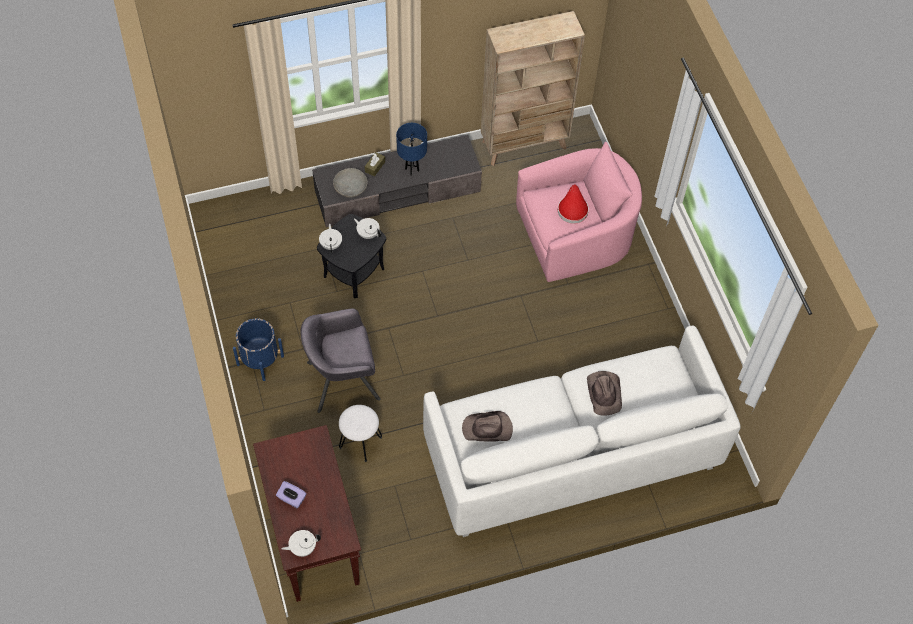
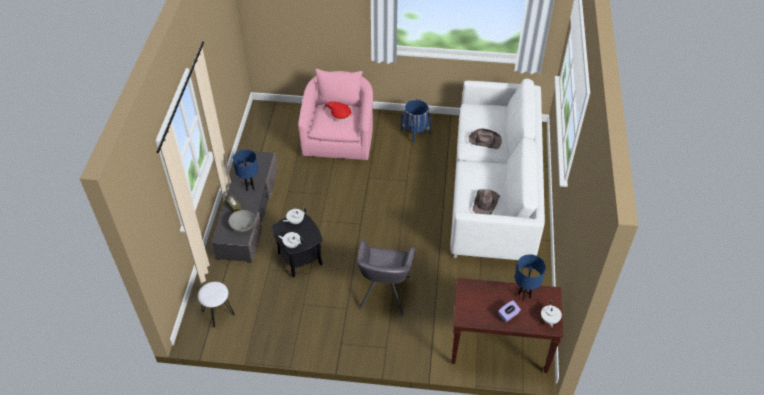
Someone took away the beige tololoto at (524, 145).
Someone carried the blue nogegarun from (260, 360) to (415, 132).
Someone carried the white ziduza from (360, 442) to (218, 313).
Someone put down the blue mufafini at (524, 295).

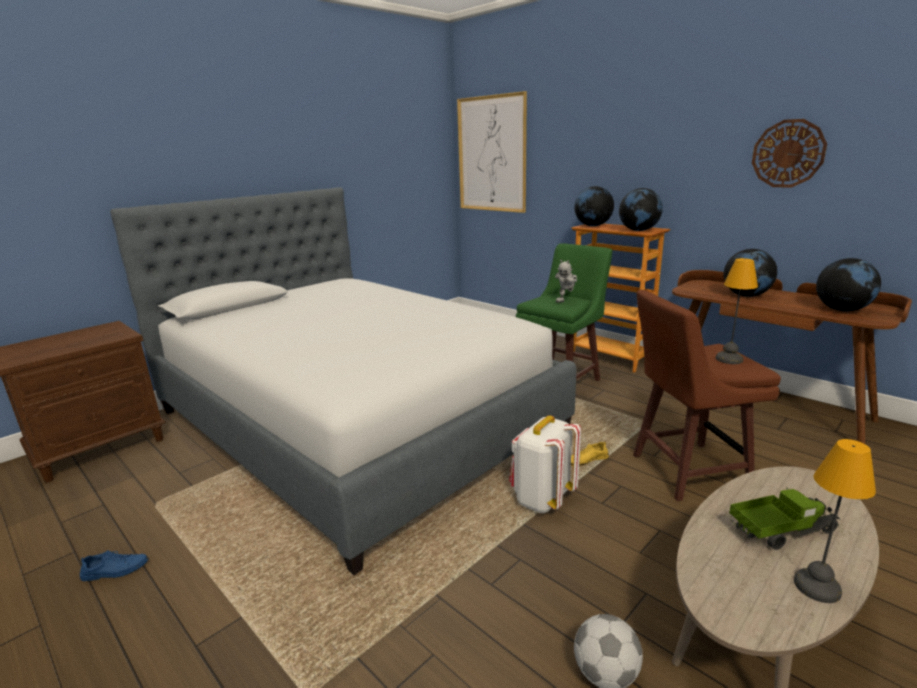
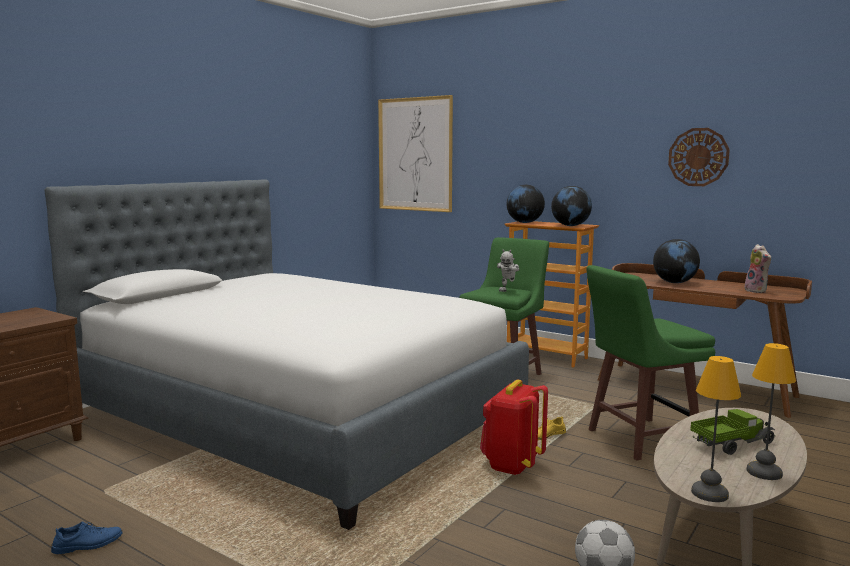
Someone carried the mufafini from (729, 359) to (709, 492).
Someone swapped the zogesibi at (842, 310) for the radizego at (757, 291).
Someone repainted the brown ziduza at (686, 470), which became the green ziduza at (639, 439).
Someone repainted the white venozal at (542, 499), which became the red venozal at (512, 466).

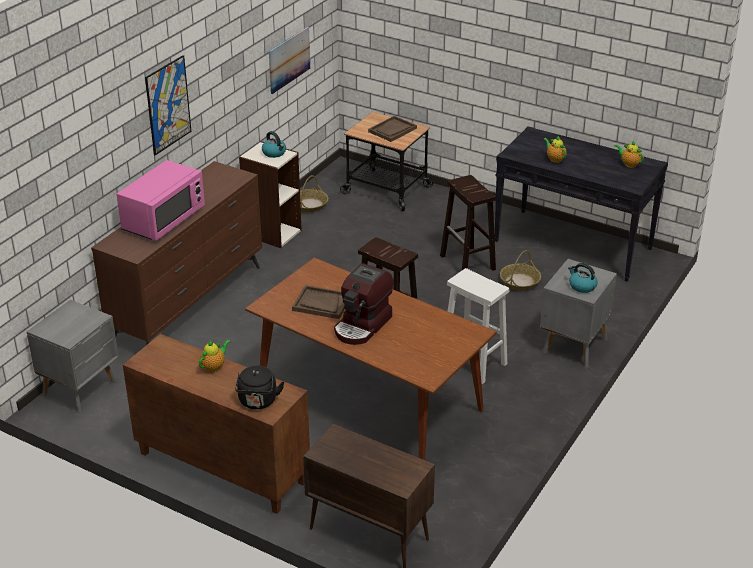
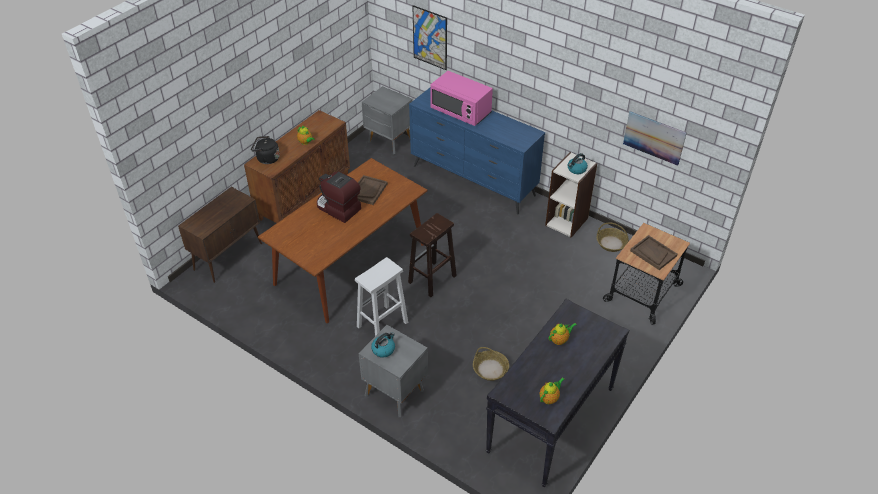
Someone carried the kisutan from (168, 105) to (430, 38).
Someone repainted the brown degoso at (189, 304), which became the blue degoso at (473, 181).
Someone took away the brown ziduza at (468, 263).

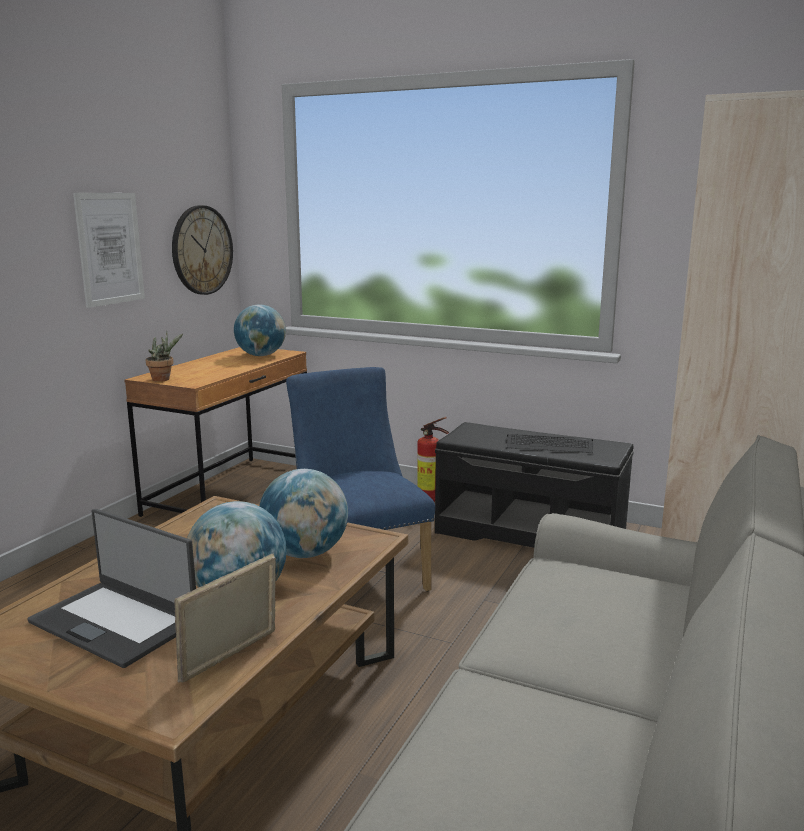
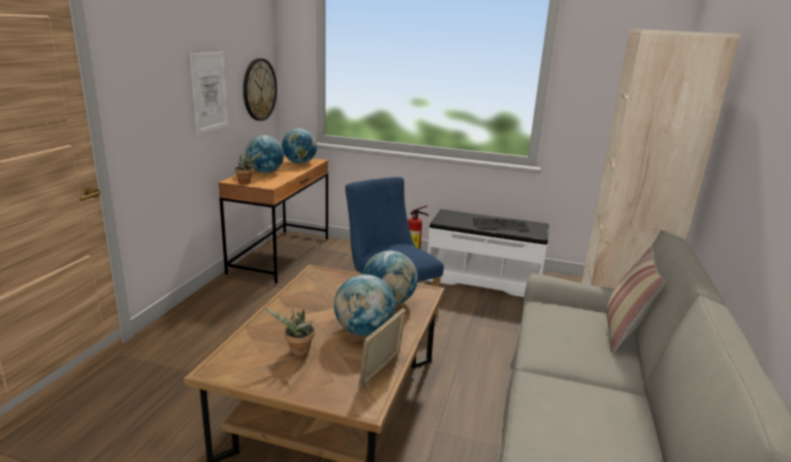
Someone repainted the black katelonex at (530, 533), which became the white katelonex at (483, 279).
Someone swapped the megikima at (115, 622) for the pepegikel at (297, 352).
Someone put down the zogesibi at (265, 172).
Someone put down the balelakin at (623, 333).

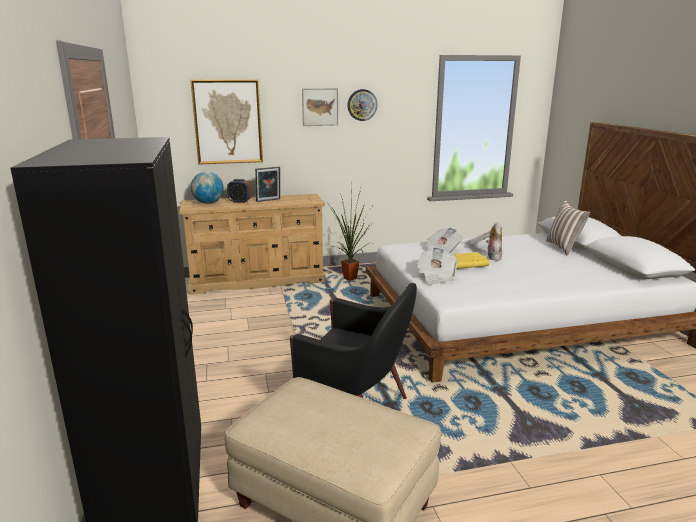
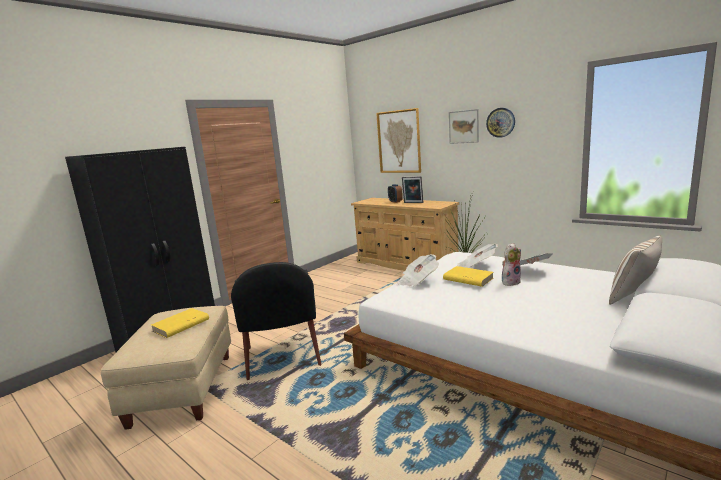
Someone took away the zogesibi at (208, 203).
Someone put down the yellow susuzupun at (180, 325).

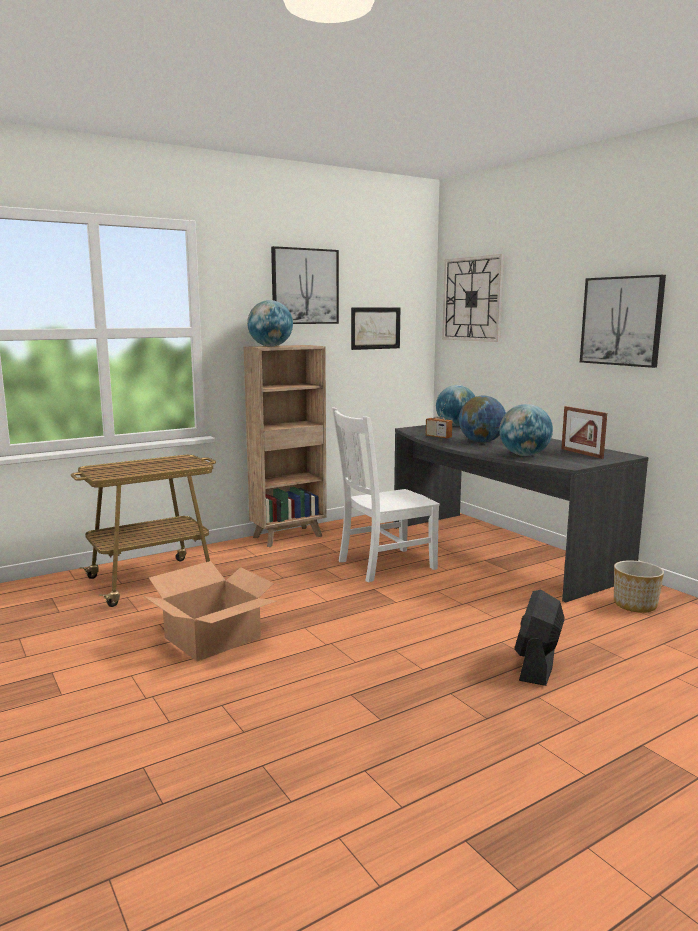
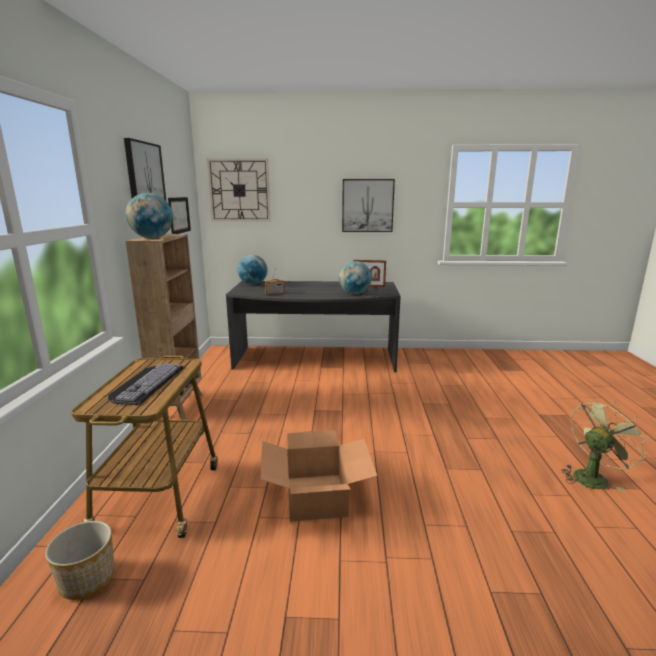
Someone took away the zogesibi at (481, 442).
Someone took away the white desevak at (383, 565).
Someone carried the nogegarun from (635, 605) to (88, 579).
Someone took away the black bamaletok at (537, 666).
Someone put down the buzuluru at (145, 383).
Someone put down the green bamaletok at (593, 476).

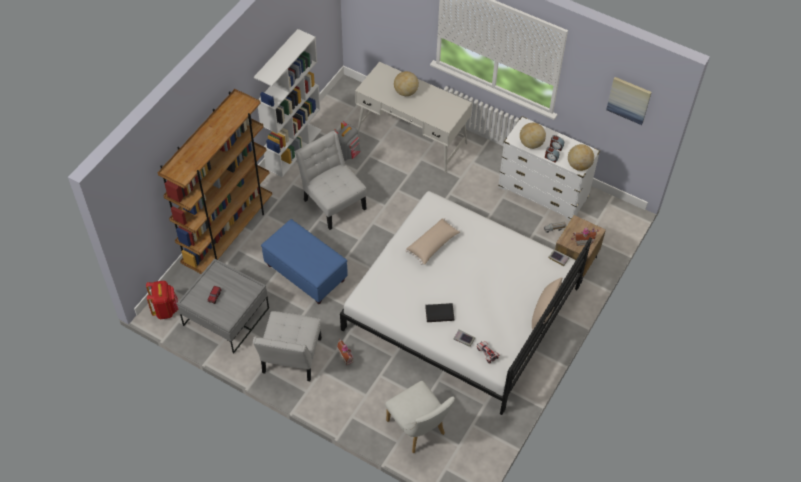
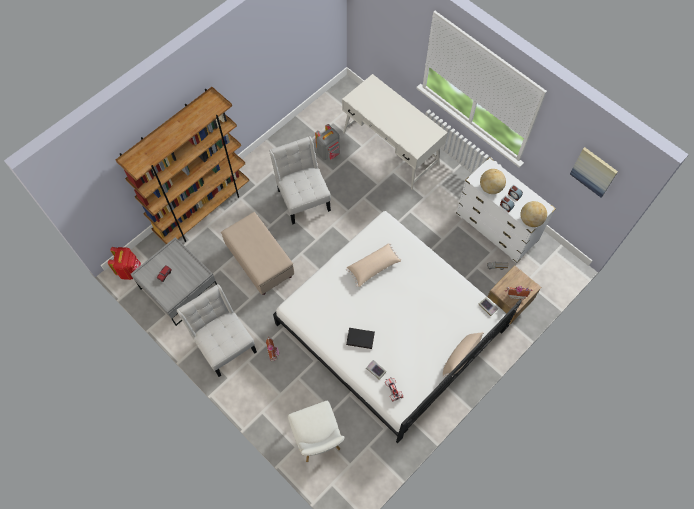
Someone took away the white tololoto at (293, 149).
Someone took away the zogesibi at (405, 92).
Someone repainted the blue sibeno at (306, 273), which became the beige sibeno at (260, 262).
Someone rotated the white desevak at (290, 359) by 120 degrees clockwise.

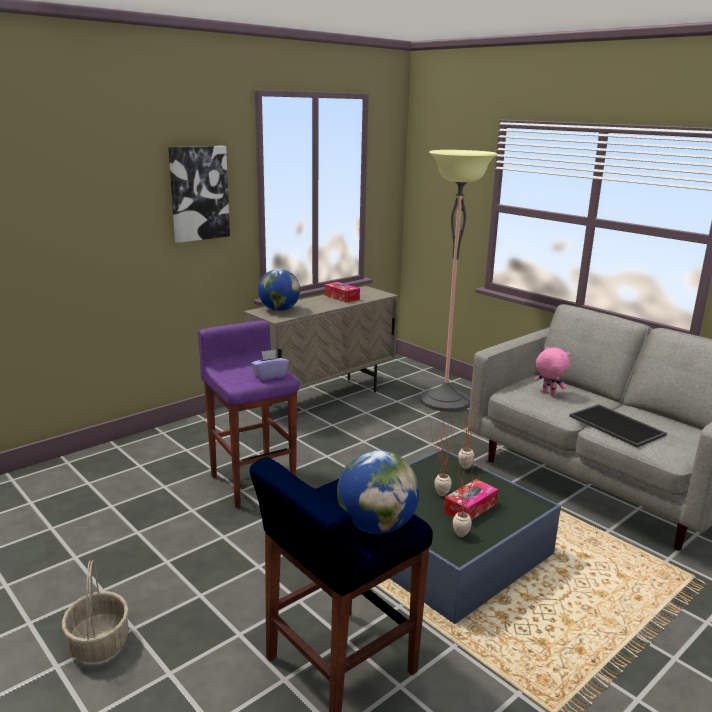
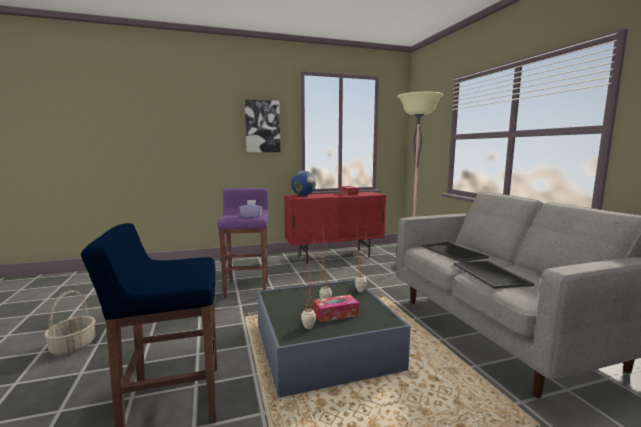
Someone repainted the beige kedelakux at (324, 398), which became the red kedelakux at (334, 256).
Someone swapped the pink radizego at (548, 393) for the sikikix at (451, 252).
Someone took away the zogesibi at (376, 526).

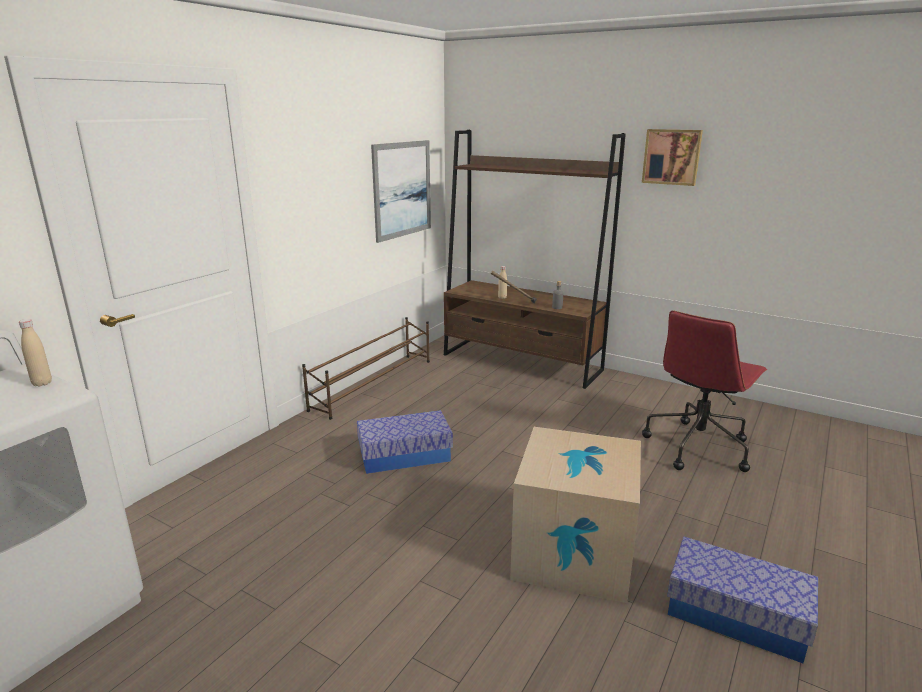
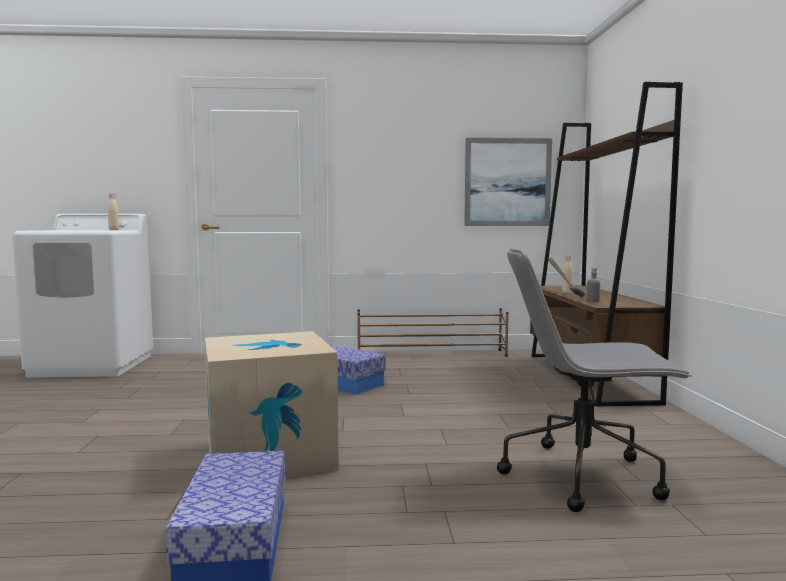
Someone took away the kisutan at (672, 157).
Someone repainted the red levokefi at (697, 446), which became the grey levokefi at (584, 475).

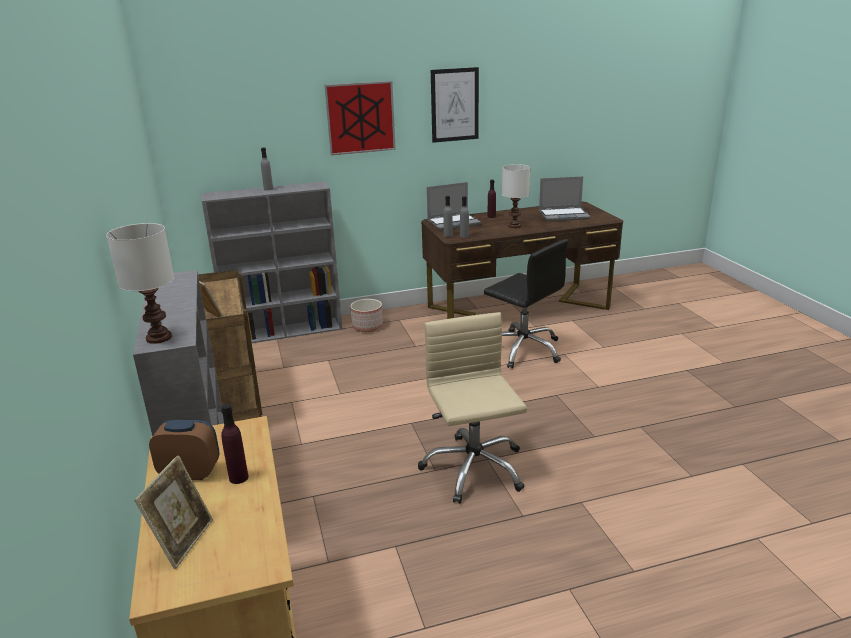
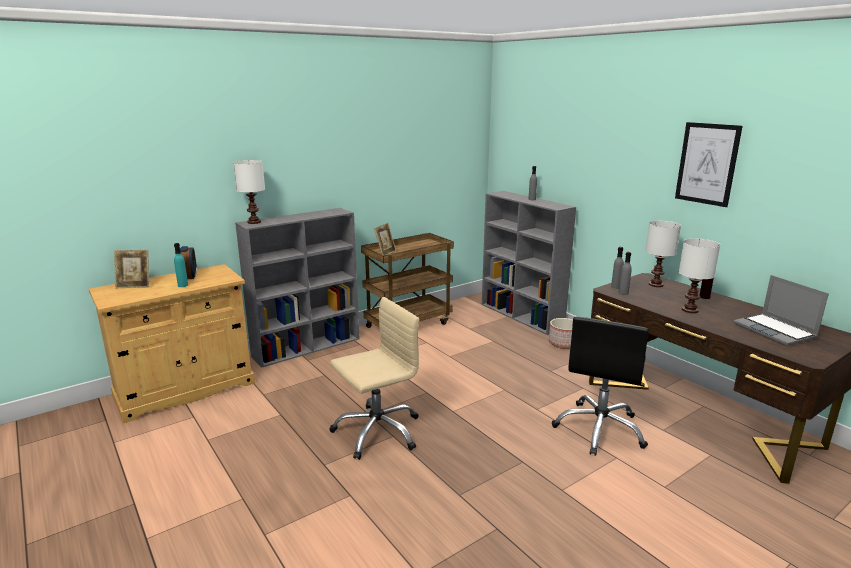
Someone took away the kisutan at (360, 118).
Someone swapped the megikima at (454, 223) for the white mufafini at (656, 284).
Someone repainted the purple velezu at (238, 477), which became the turquoise velezu at (183, 285).

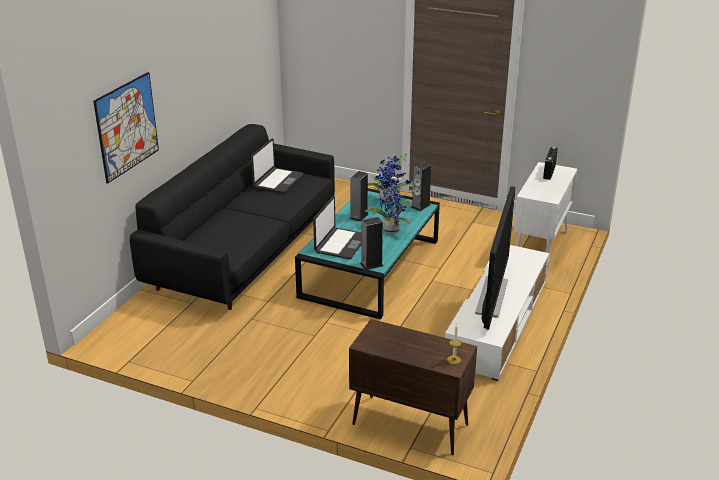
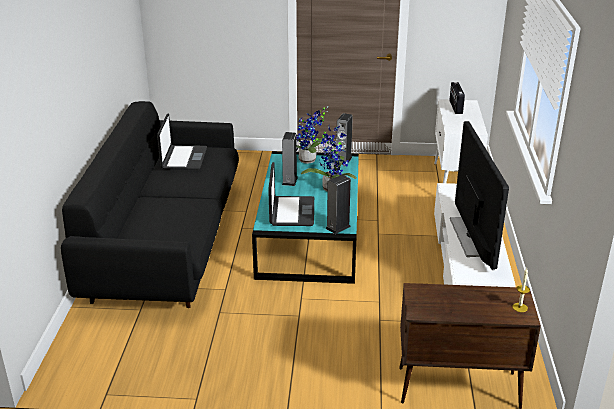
Someone took away the kisutan at (127, 126).

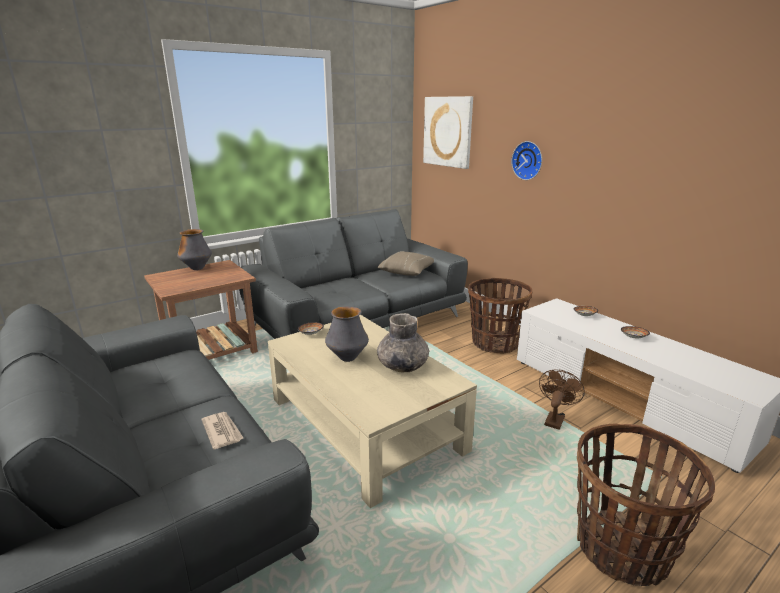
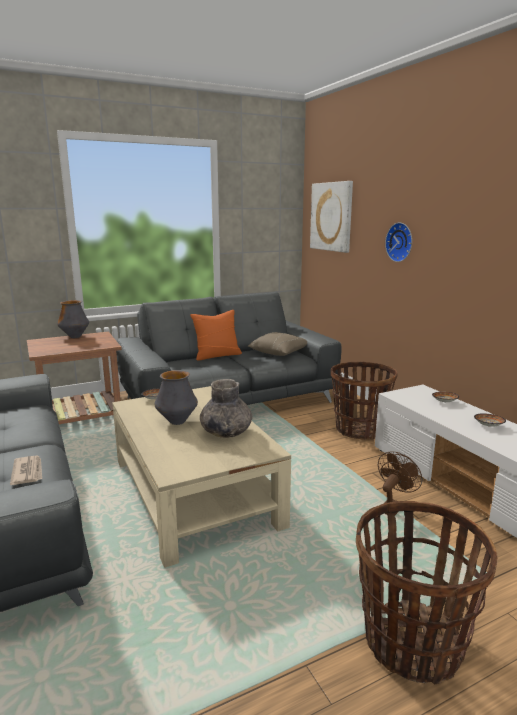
Someone put down the orange balelakin at (217, 355).

